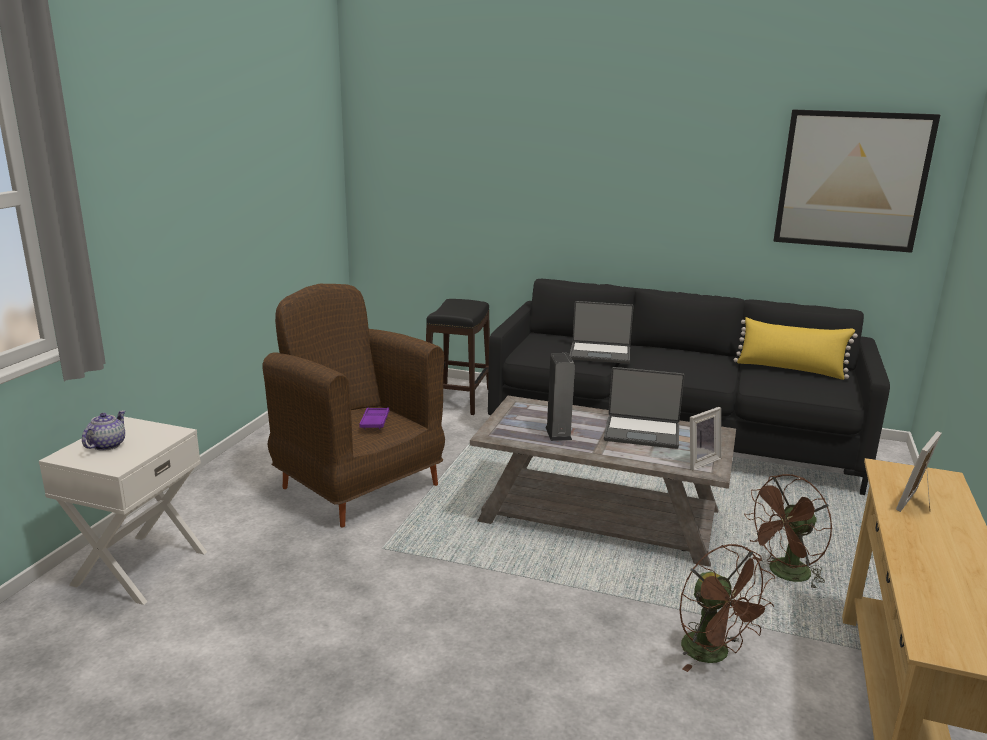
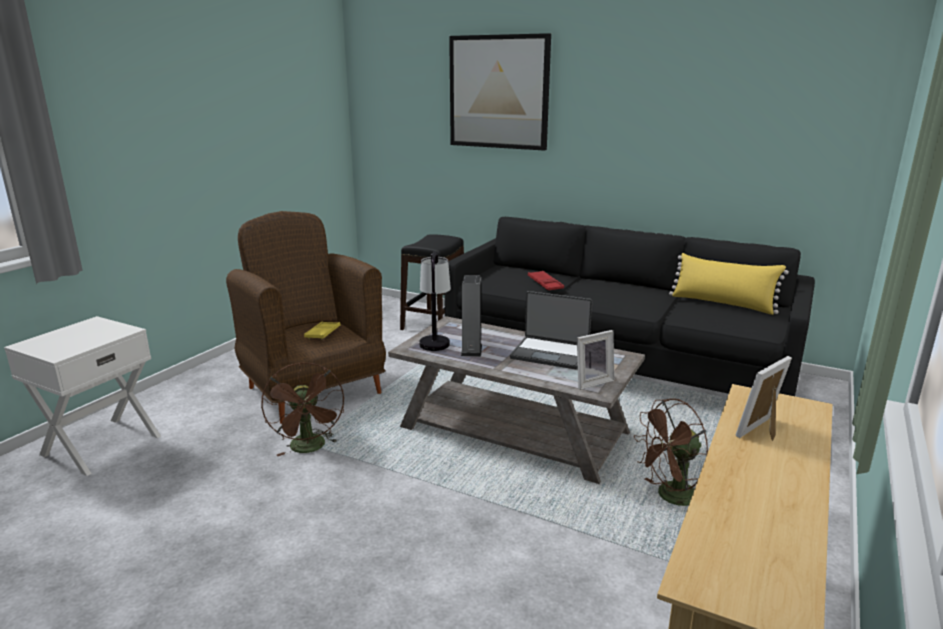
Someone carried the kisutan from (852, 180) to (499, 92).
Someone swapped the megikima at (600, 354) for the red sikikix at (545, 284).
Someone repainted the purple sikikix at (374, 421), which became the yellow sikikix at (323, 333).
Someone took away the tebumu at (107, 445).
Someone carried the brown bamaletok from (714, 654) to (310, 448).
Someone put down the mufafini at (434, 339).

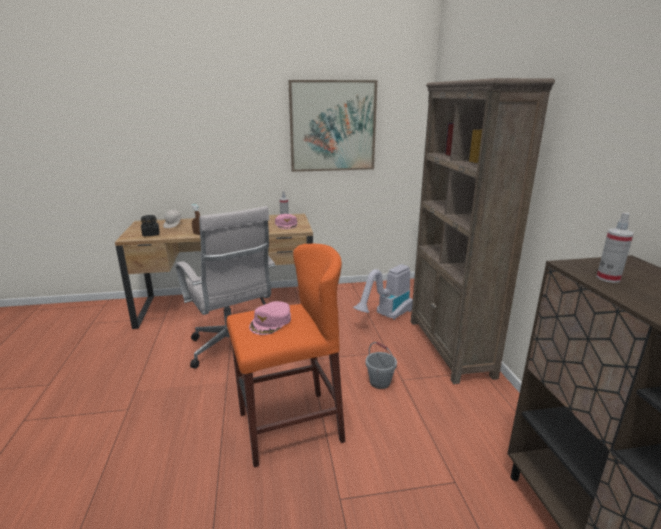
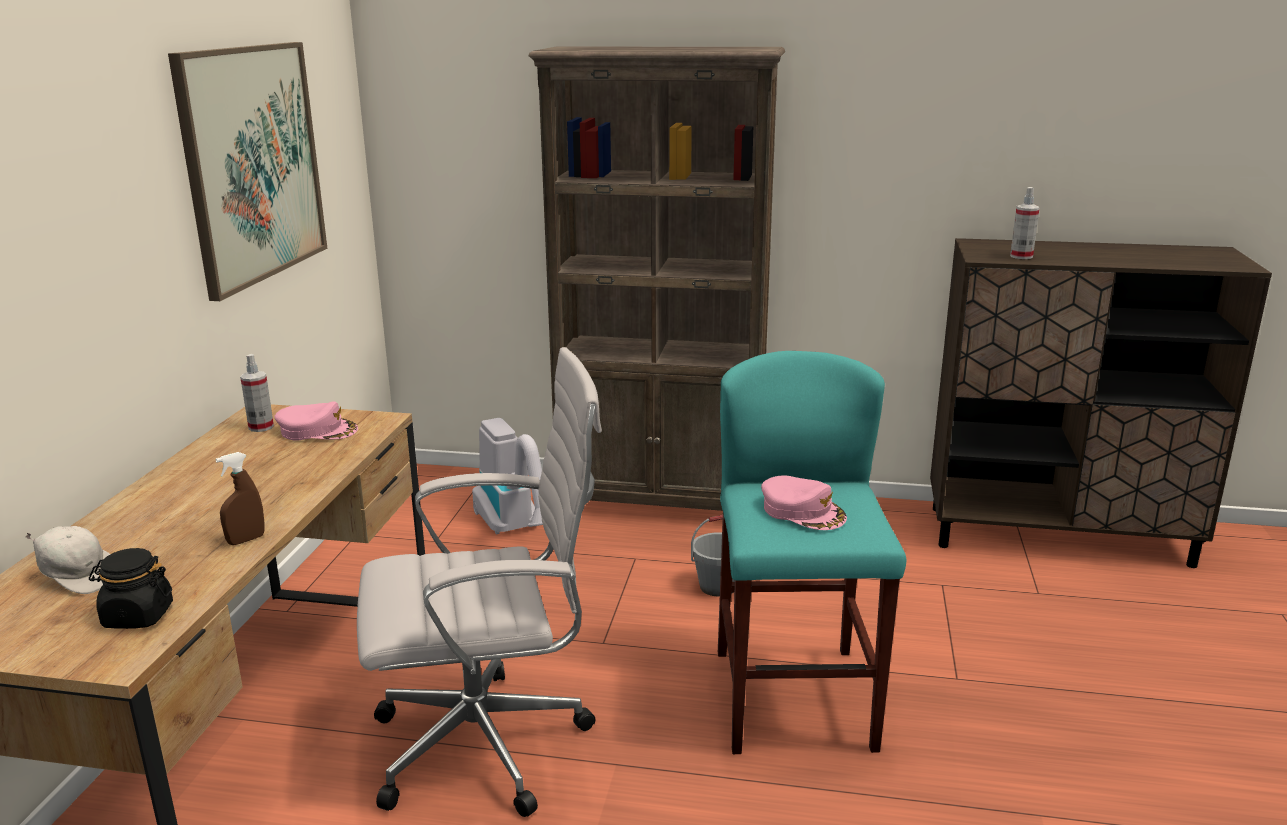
Someone repainted the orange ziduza at (290, 427), which became the turquoise ziduza at (793, 699).

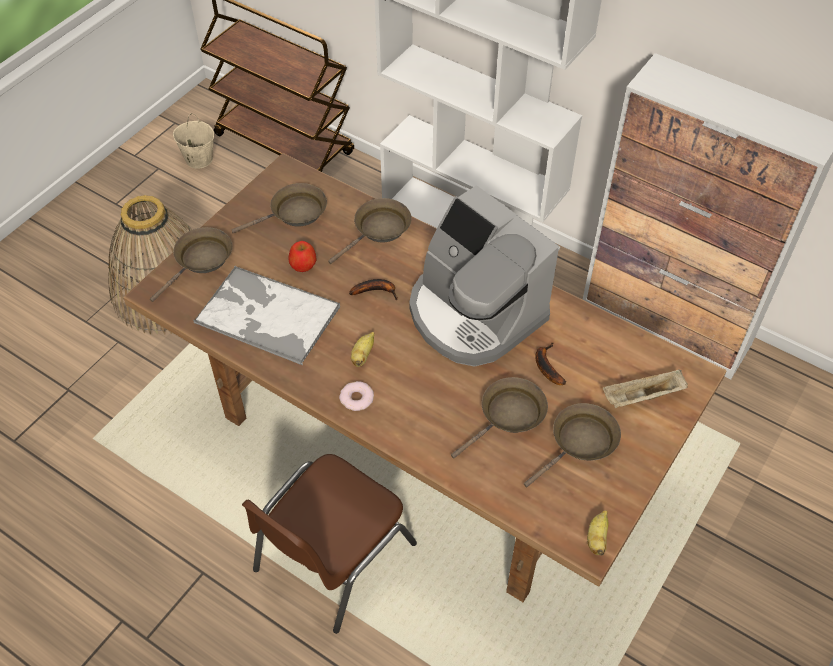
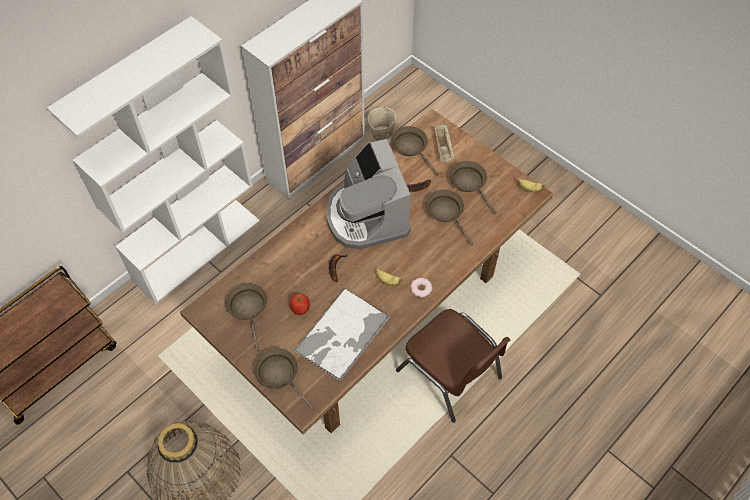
Someone carried the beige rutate from (198, 159) to (381, 134).
Someone rotated the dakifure at (474, 314) by 105 degrees clockwise.
Someone carried the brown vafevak from (379, 230) to (411, 147).

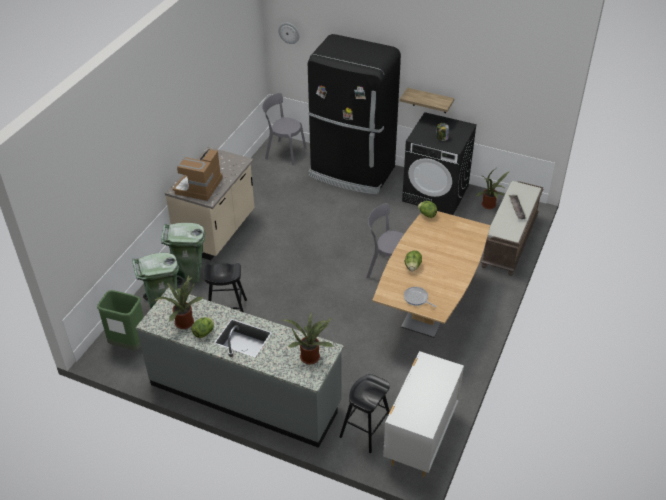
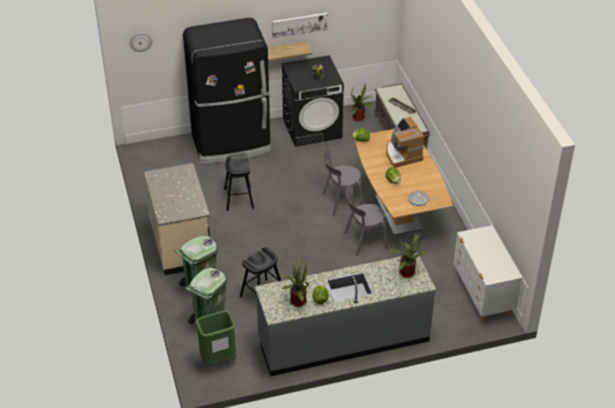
Someone carried the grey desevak from (283, 152) to (363, 241).
Someone carried the dakifure from (199, 186) to (402, 154).
Someone carried the black ziduza from (366, 429) to (238, 198).
Someone put up the kisutan at (299, 24).

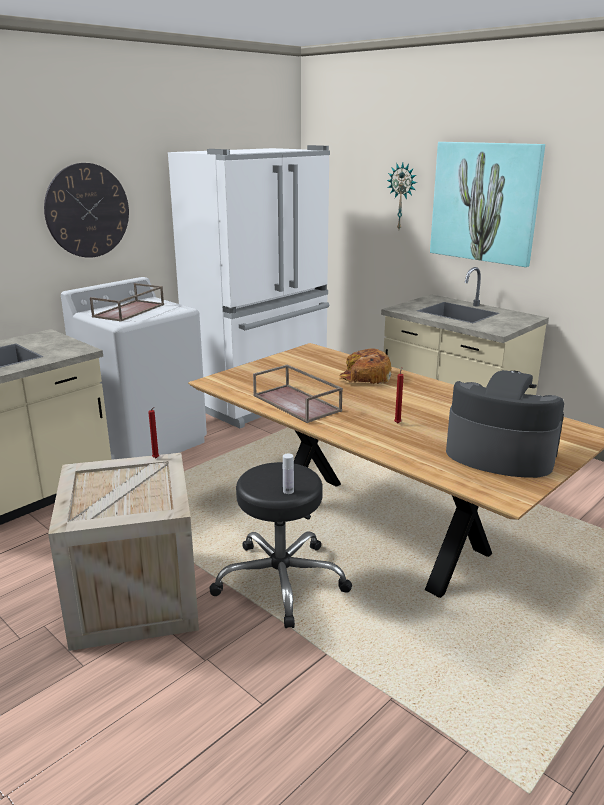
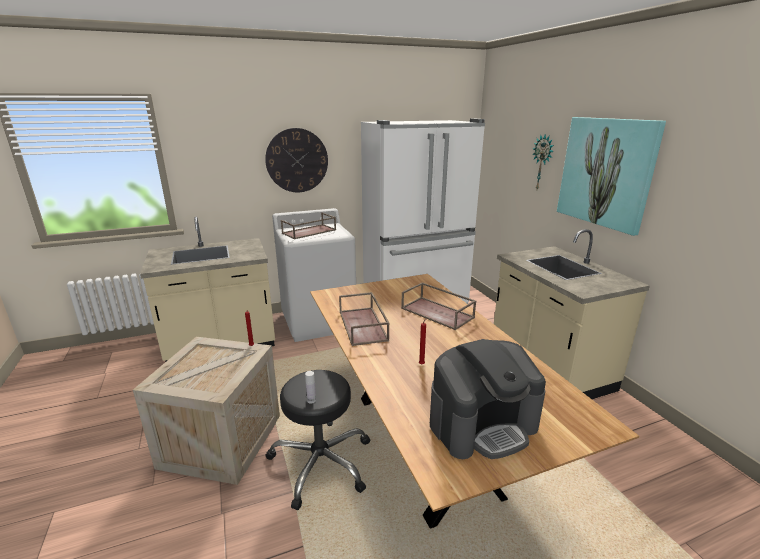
Someone swapped the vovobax at (364, 377) for the brown sikikix at (438, 313).
Someone rotated the dakifure at (499, 454) by 105 degrees clockwise.

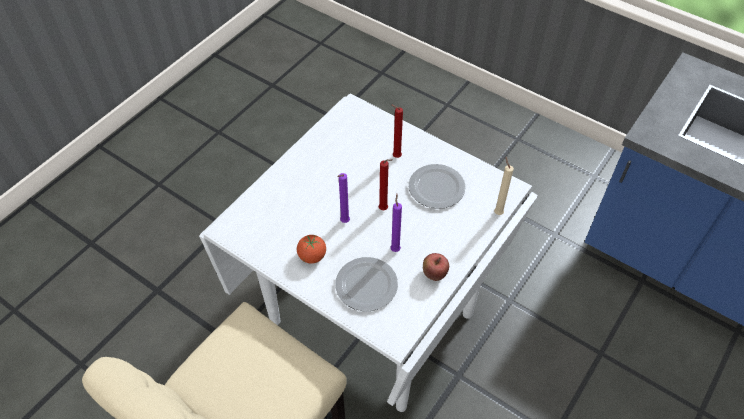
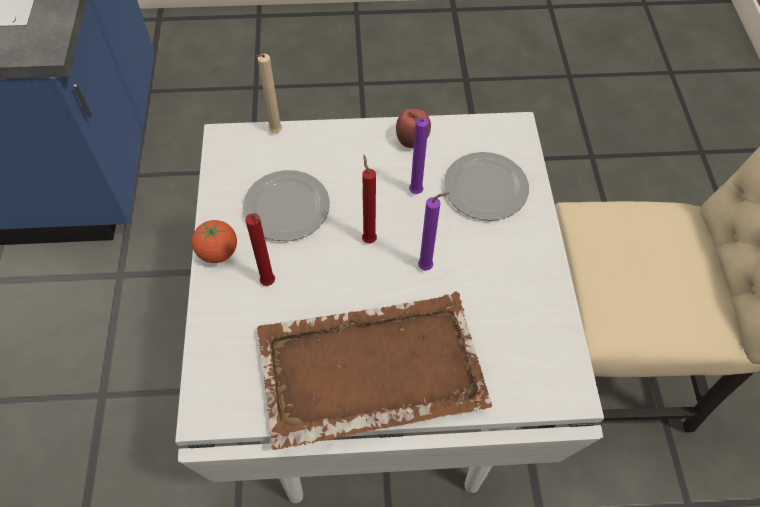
Someone carried the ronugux from (312, 256) to (218, 252).
Someone put down the brown sikikix at (369, 370).

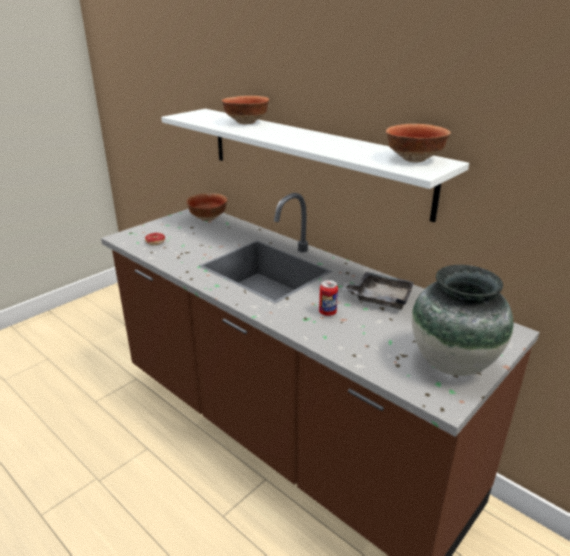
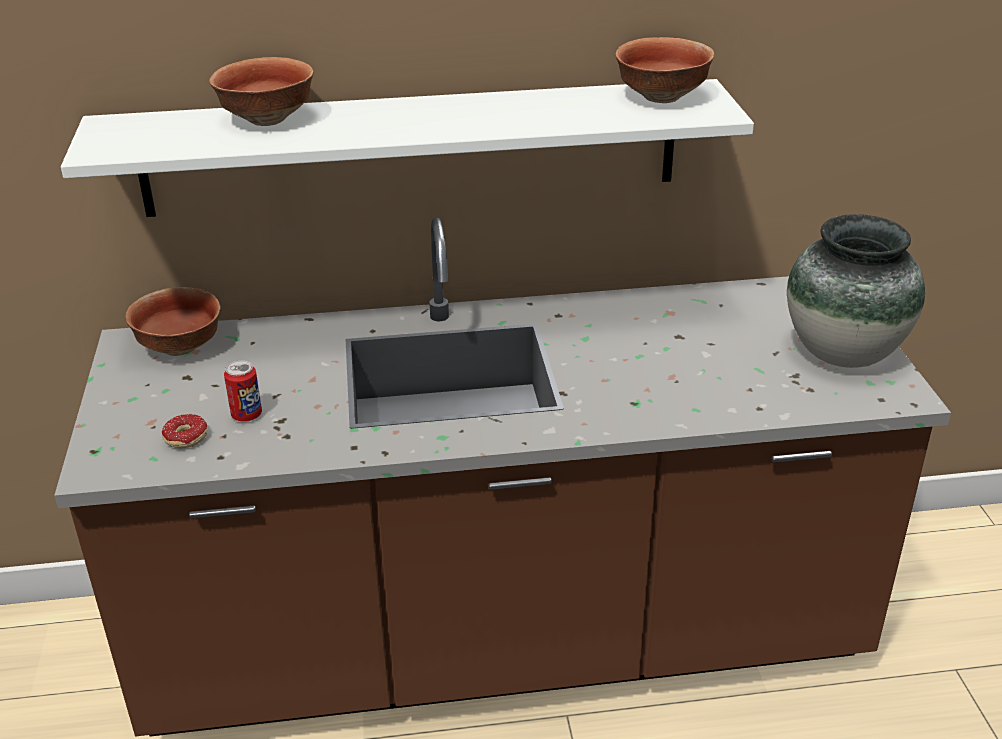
Someone took away the grey sikikix at (379, 298).
Someone carried the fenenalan from (327, 312) to (247, 415).

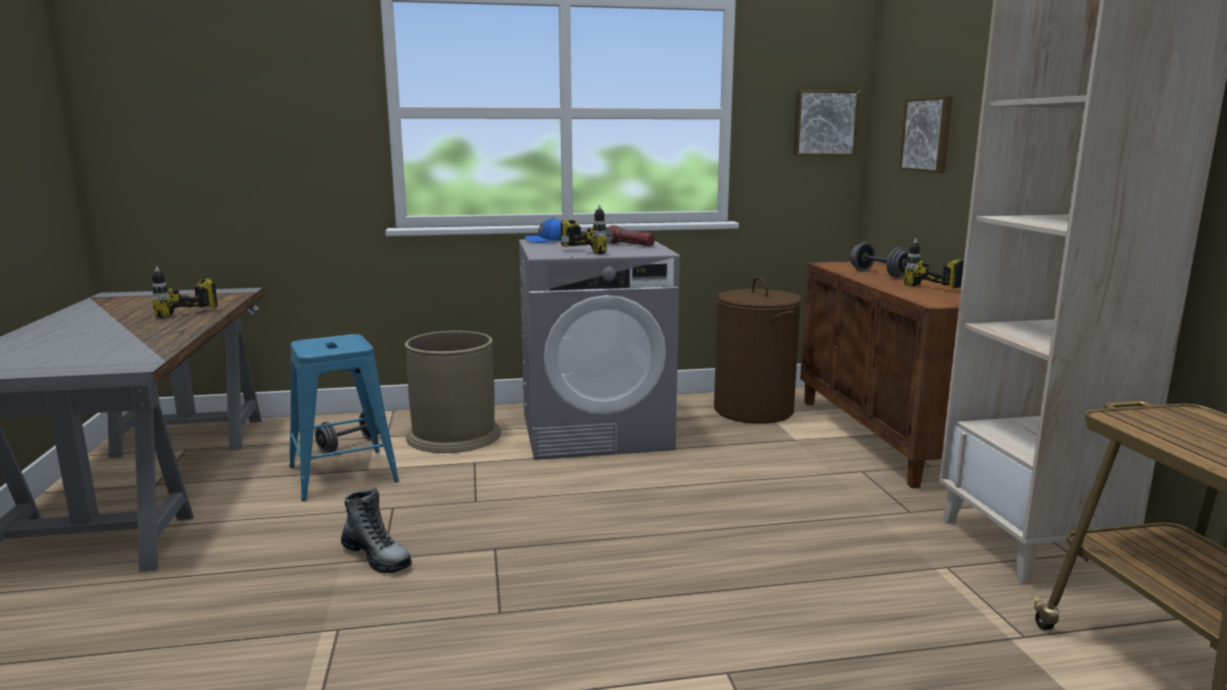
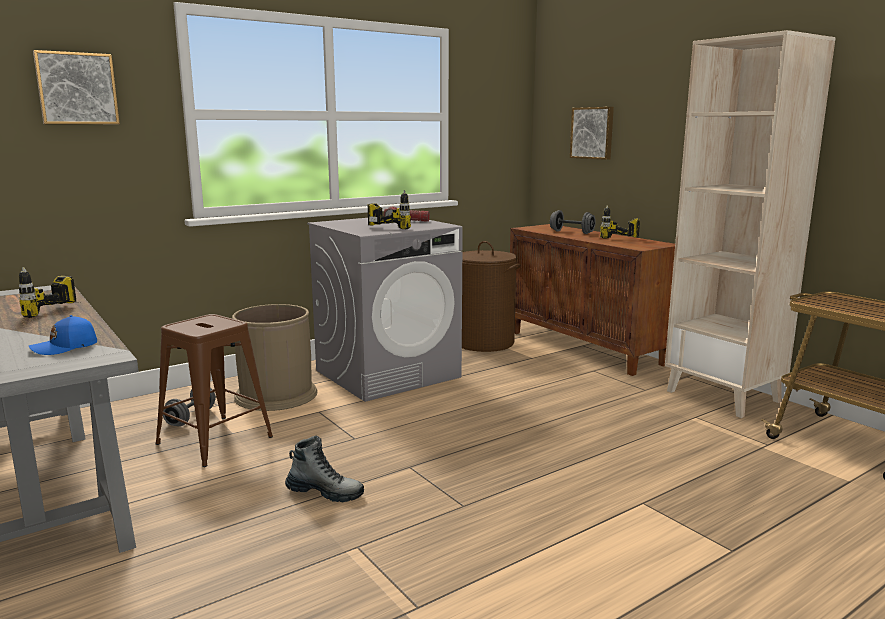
Someone carried the kisutan from (824, 123) to (77, 89).
Someone carried the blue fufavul from (547, 241) to (65, 347).
Someone repainted the blue ziduza at (342, 474), which became the brown ziduza at (214, 440).

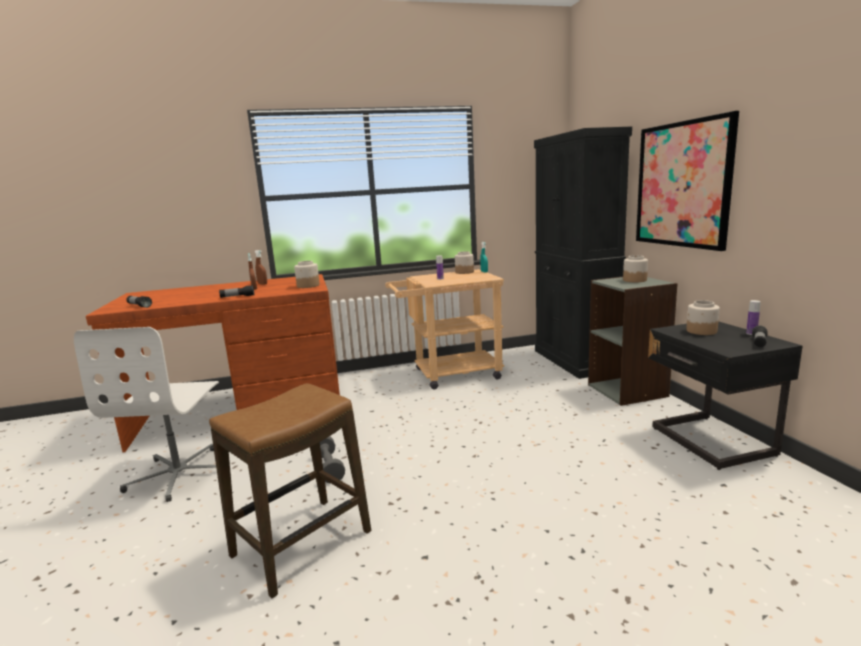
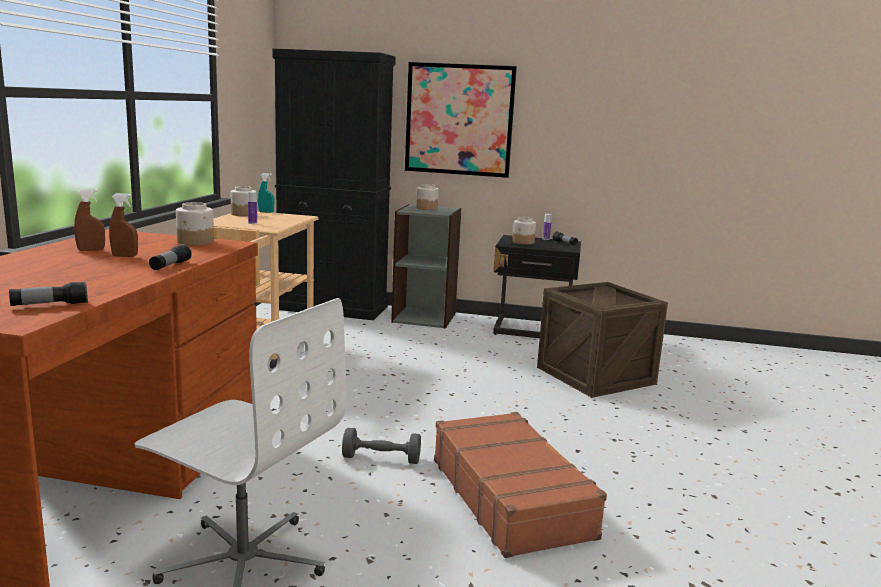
Someone swapped the ziduza at (302, 543) for the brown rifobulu at (511, 497).
Someone put down the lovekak at (595, 375).

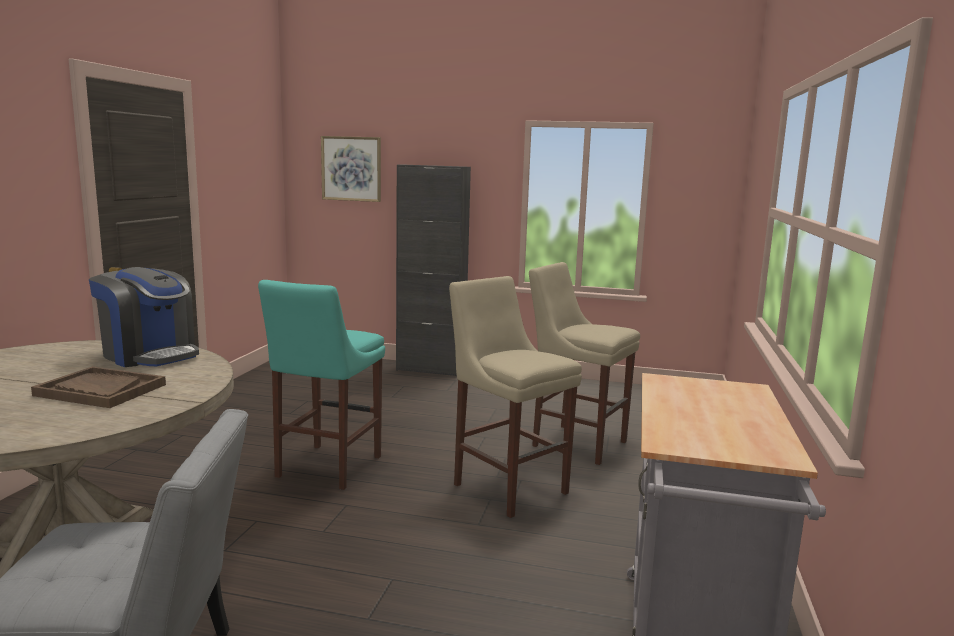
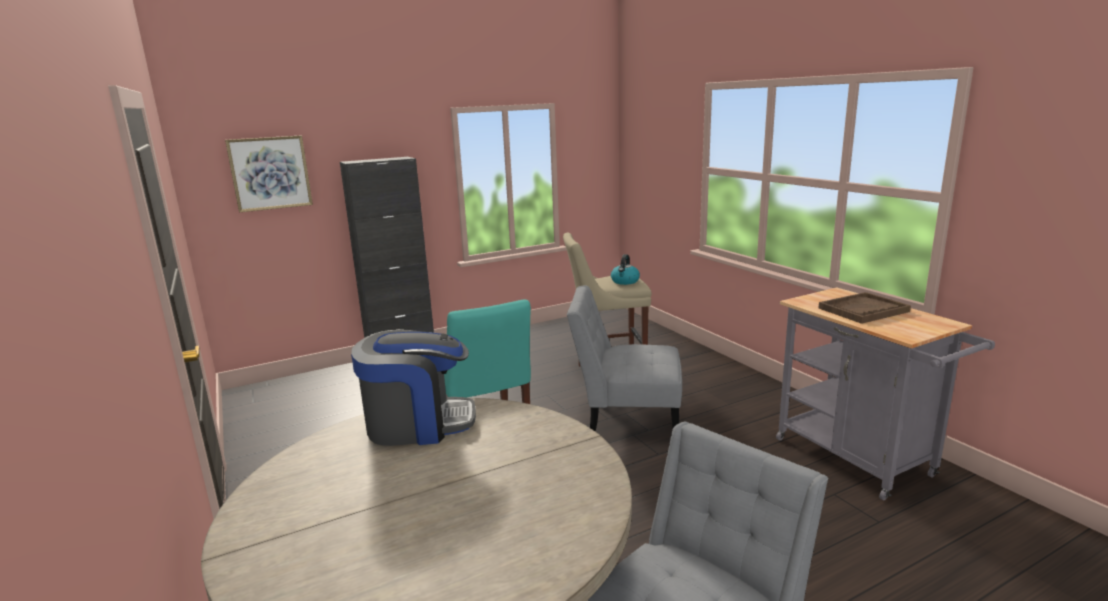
Someone swapped the beige ziduza at (507, 486) for the grey desevak at (626, 421).
Someone carried the brown sikikix from (100, 390) to (863, 310).
Someone put down the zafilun at (625, 281).

